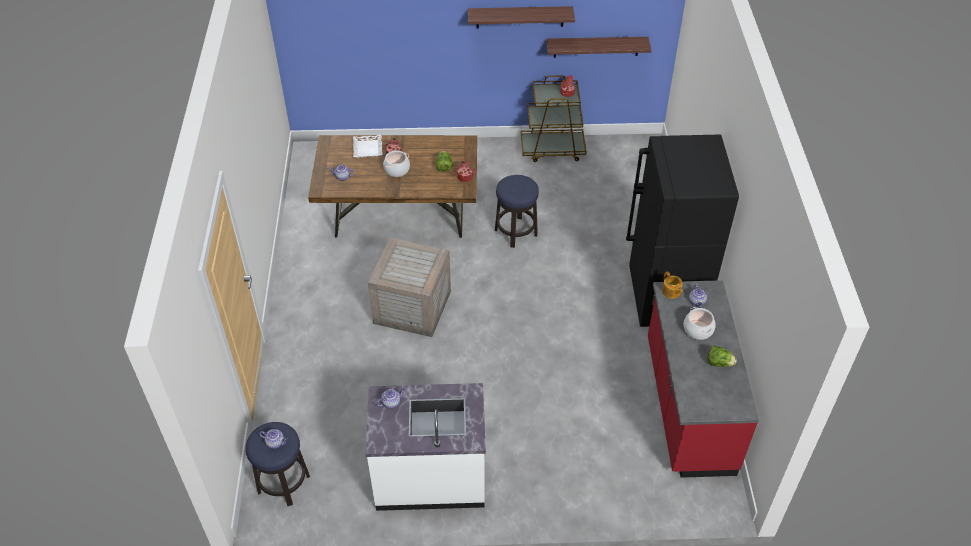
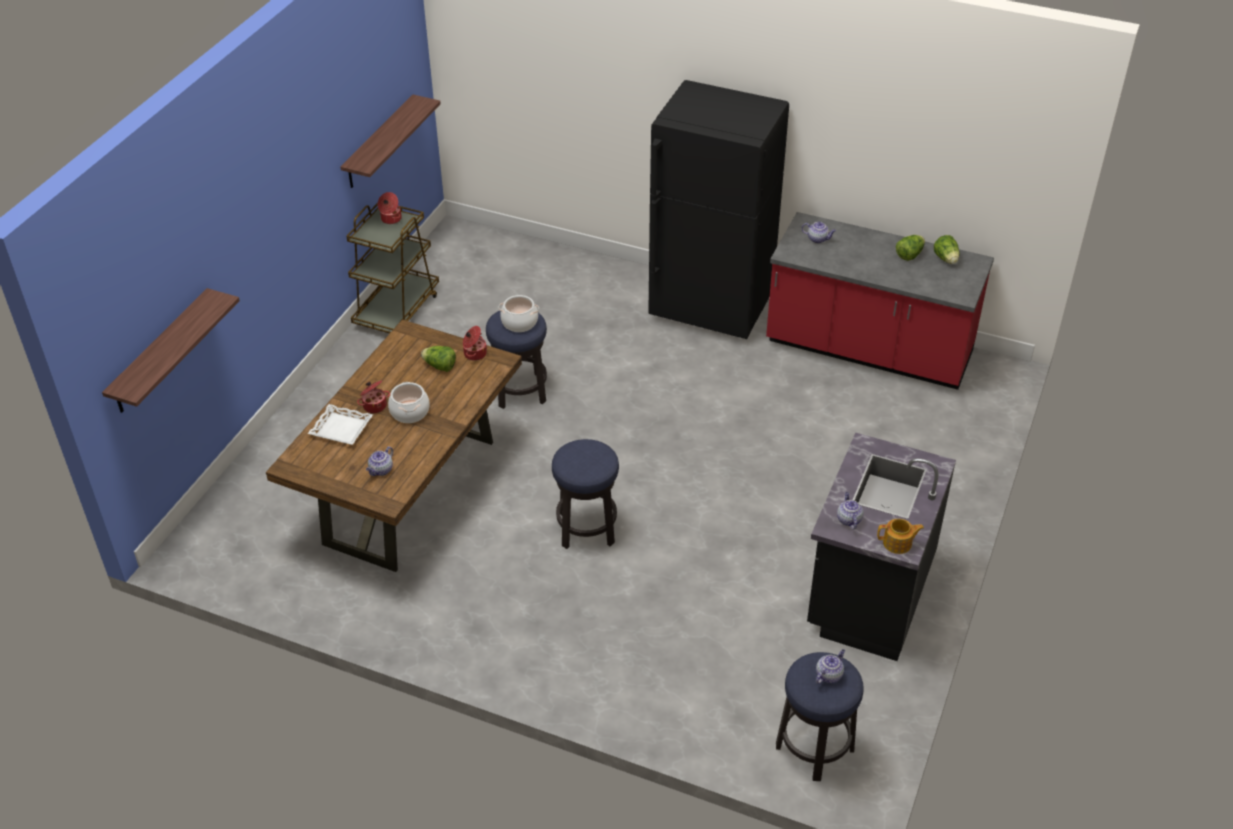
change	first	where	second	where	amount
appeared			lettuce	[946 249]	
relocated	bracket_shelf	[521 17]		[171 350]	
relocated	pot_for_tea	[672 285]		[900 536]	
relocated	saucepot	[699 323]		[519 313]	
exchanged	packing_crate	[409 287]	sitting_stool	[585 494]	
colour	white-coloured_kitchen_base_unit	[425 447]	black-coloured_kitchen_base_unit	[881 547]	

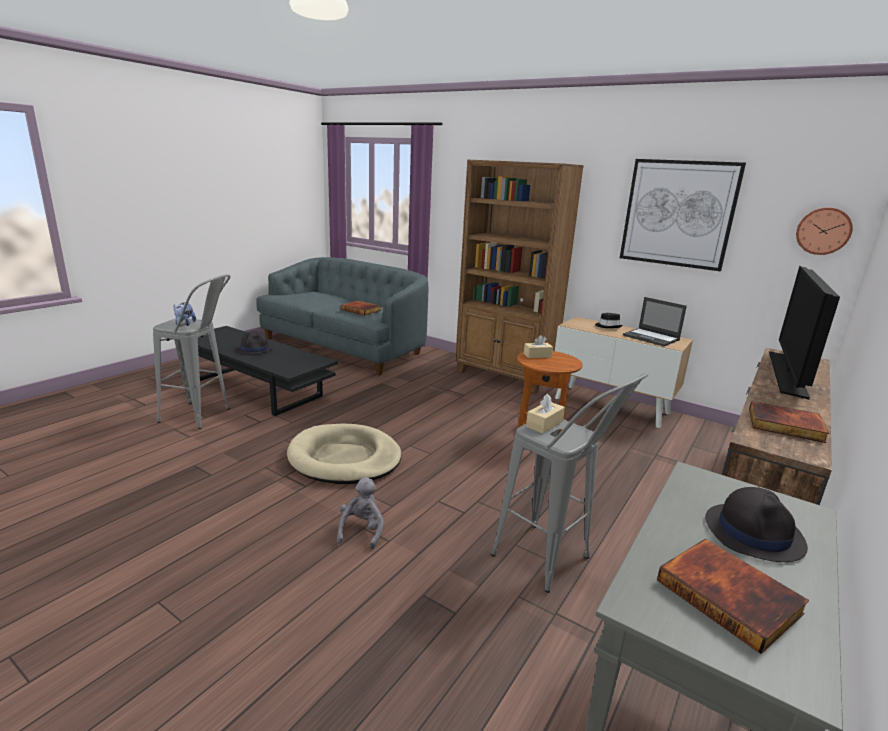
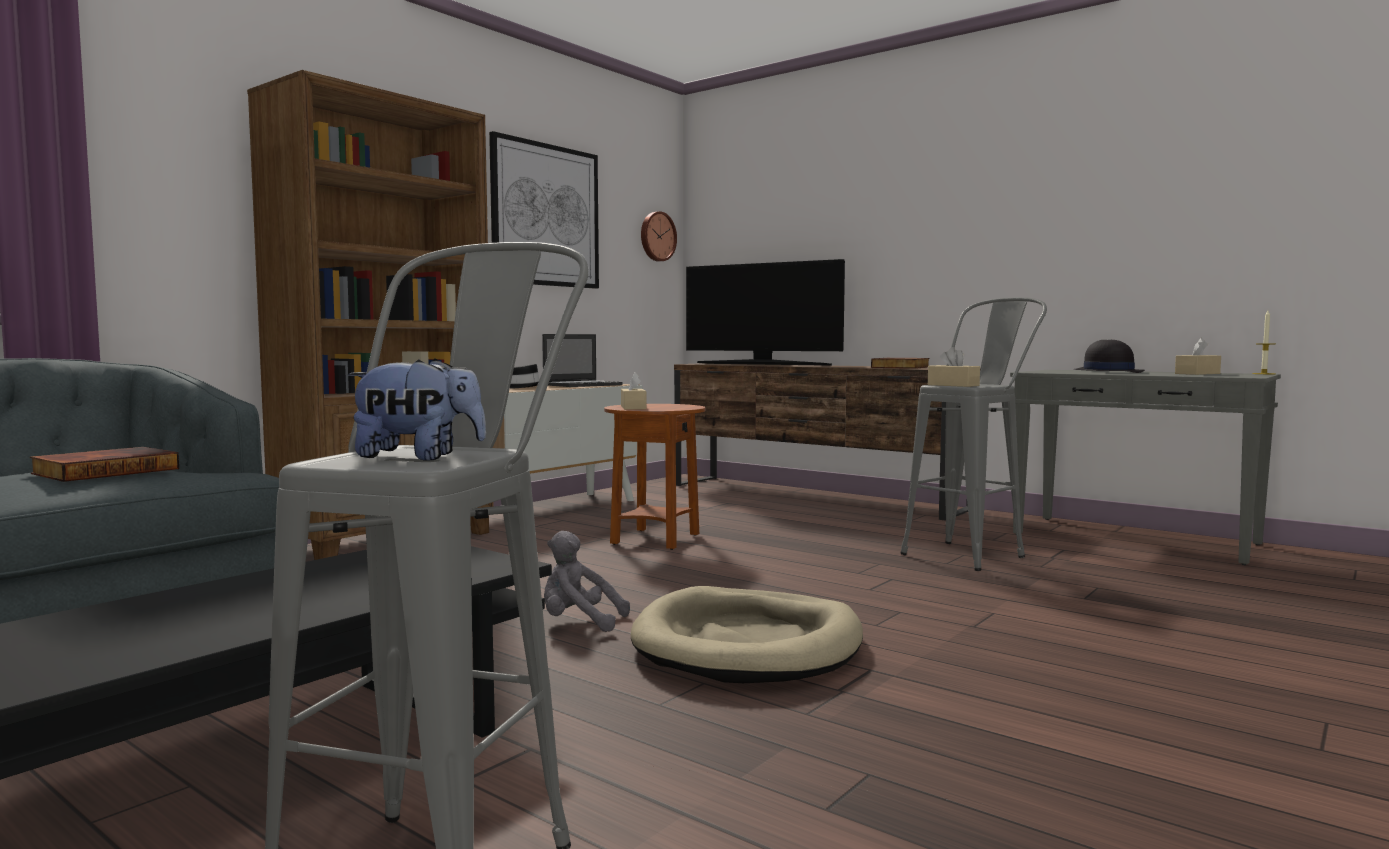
change	first	where	second	where	amount
missing	black-coloured_wearable_hat	[254 342]			
appeared			candle	[1264 342]	
relocated	grey_cuddly_toy	[360 513]		[587 581]	
exchanged	book	[733 596]	beige_box_of_tissues	[1198 356]	

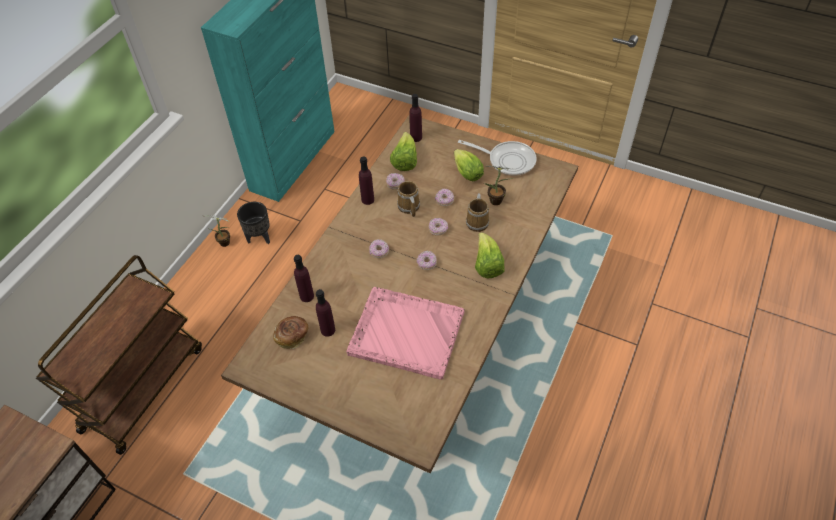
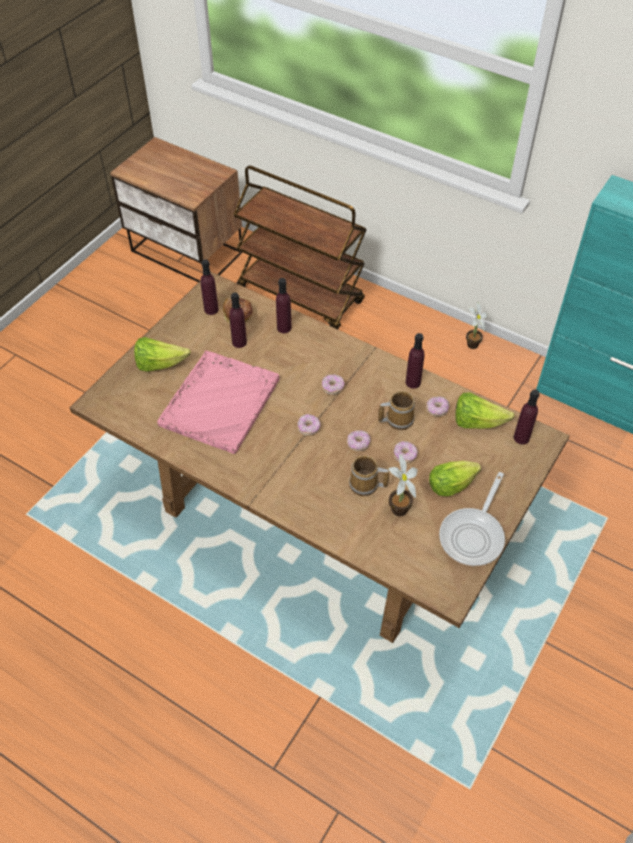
change	first	where	second	where	amount
missing	black-coloured_flower_pot	[253 223]			
appeared			purplish_bottle	[210 287]	
relocated	lettuce	[490 255]		[162 354]	

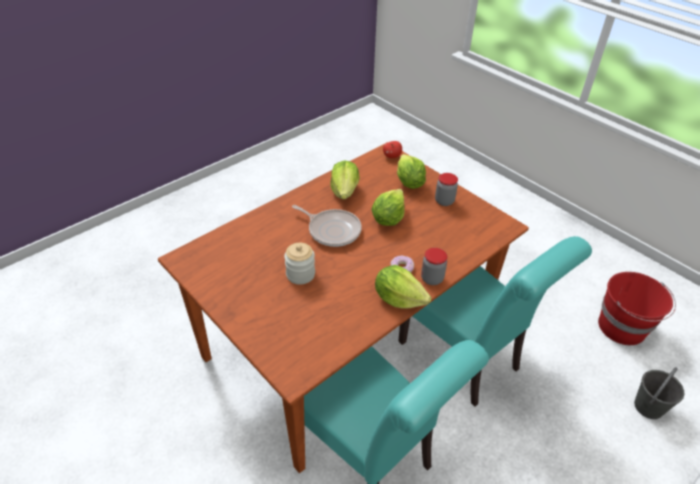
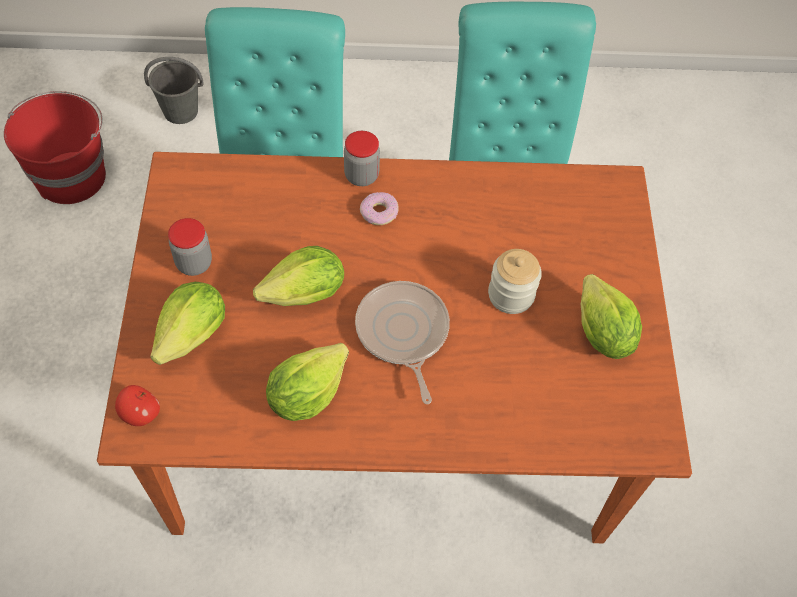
change	first	where	second	where	amount
relocated	lettuce	[403 287]		[611 316]	

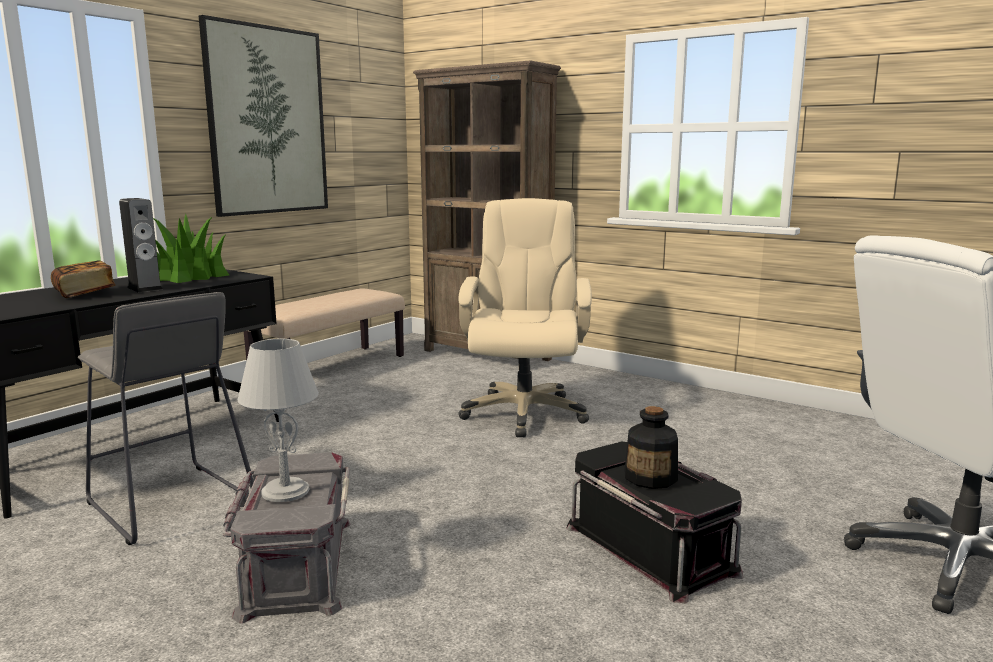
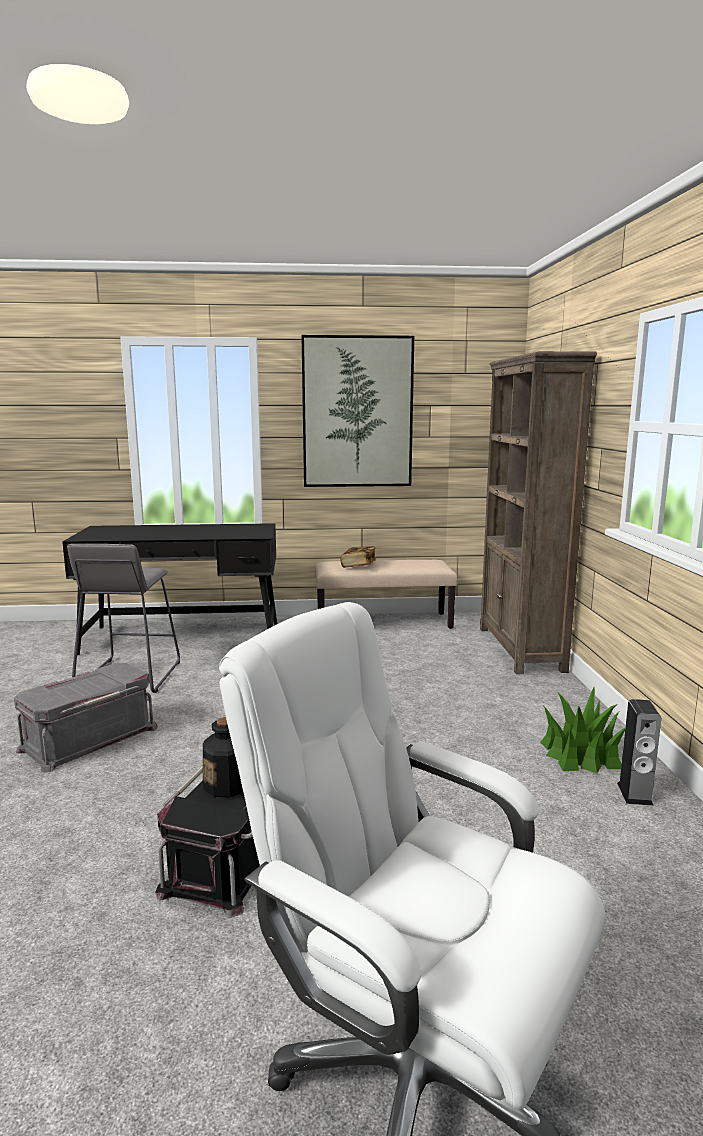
change	first	where	second	where	amount
missing	grey_lamp_for_a_table	[278 420]			
missing	beige_office_chair	[525 317]			
relocated	book	[83 279]		[358 557]	
relocated	audio_speaker	[141 245]		[639 752]	
relocated	houseplant	[191 248]		[582 730]	

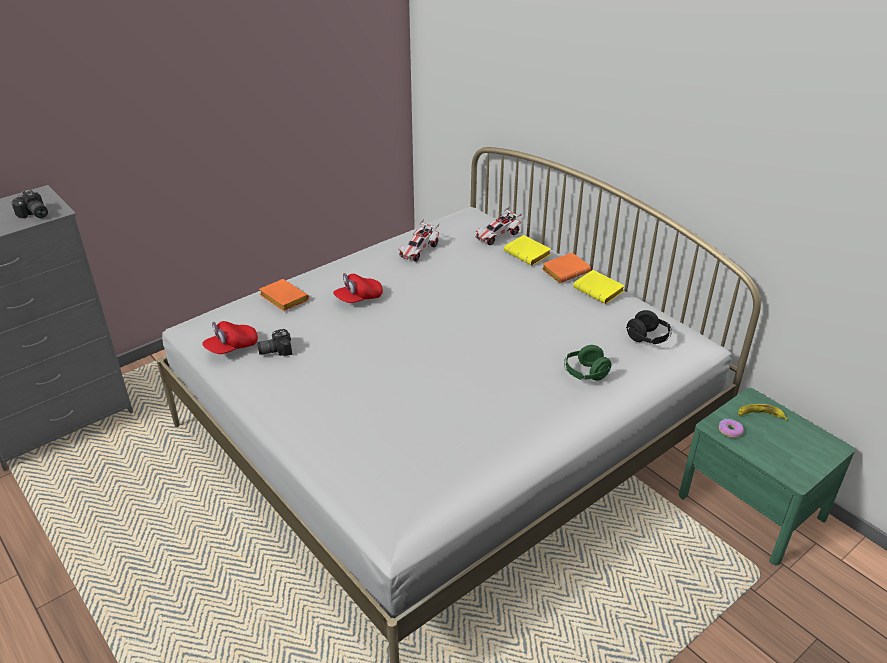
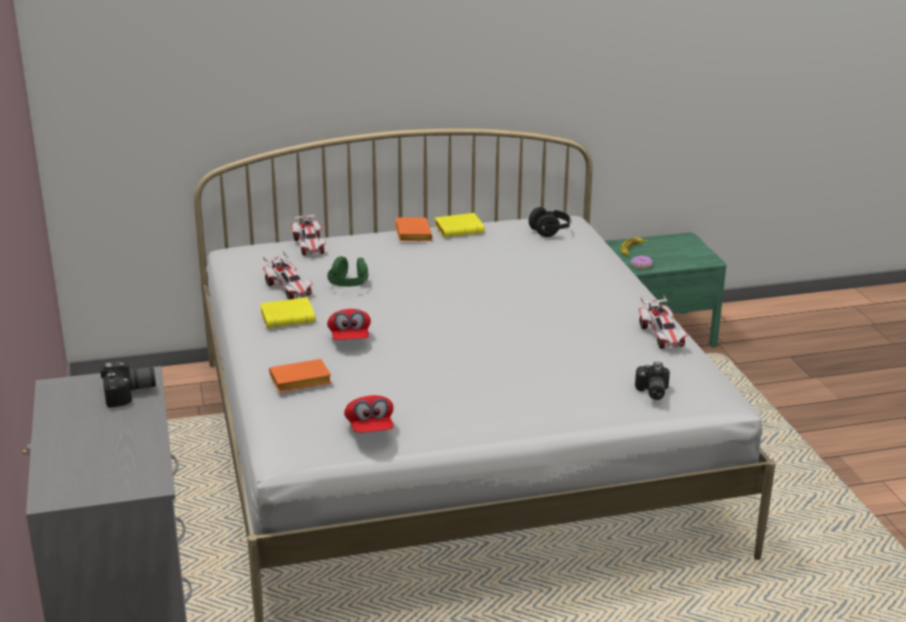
change	first	where	second	where	amount
appeared			model_car	[663 321]	
relocated	photo_camera	[274 342]		[652 381]	
relocated	yellow-coloured_book	[527 250]		[287 312]	
relocated	green-coloured_pair_of_headphones	[587 363]		[347 271]	

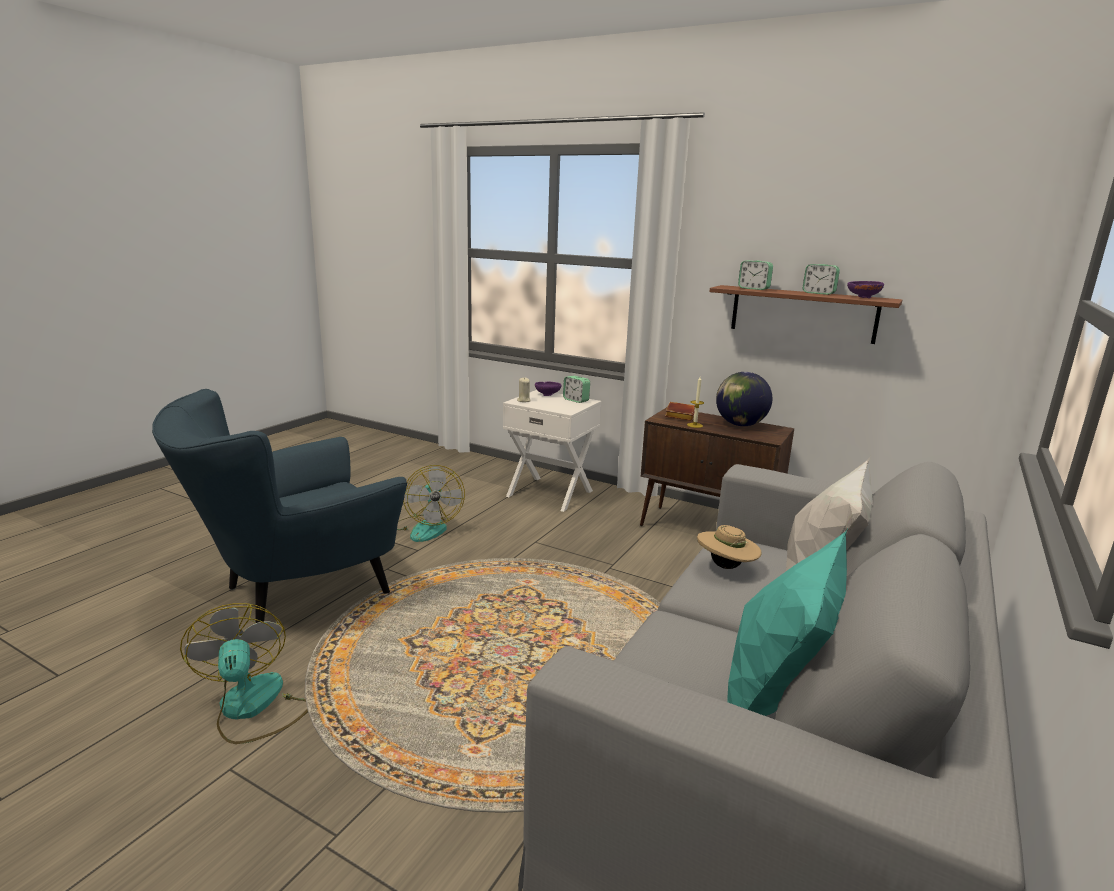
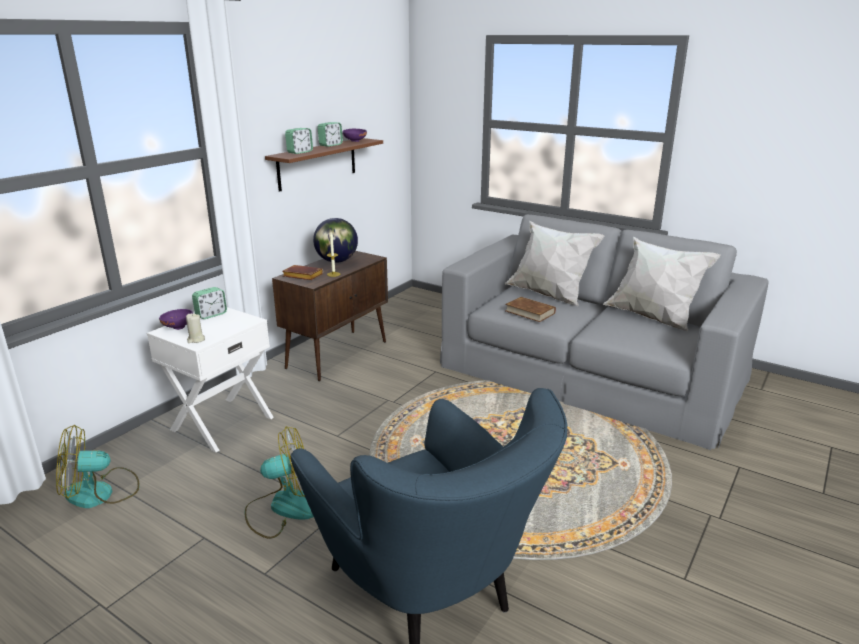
change	first	where	second	where	amount
relocated	cooling_fan	[244 673]		[98 466]	
exchanged	beige_wearable_hat	[729 547]	brown-coloured_book	[531 309]	
colour	turquoise-coloured_throw_pillow	[787 622]	white-coloured_throw_pillow	[661 284]	

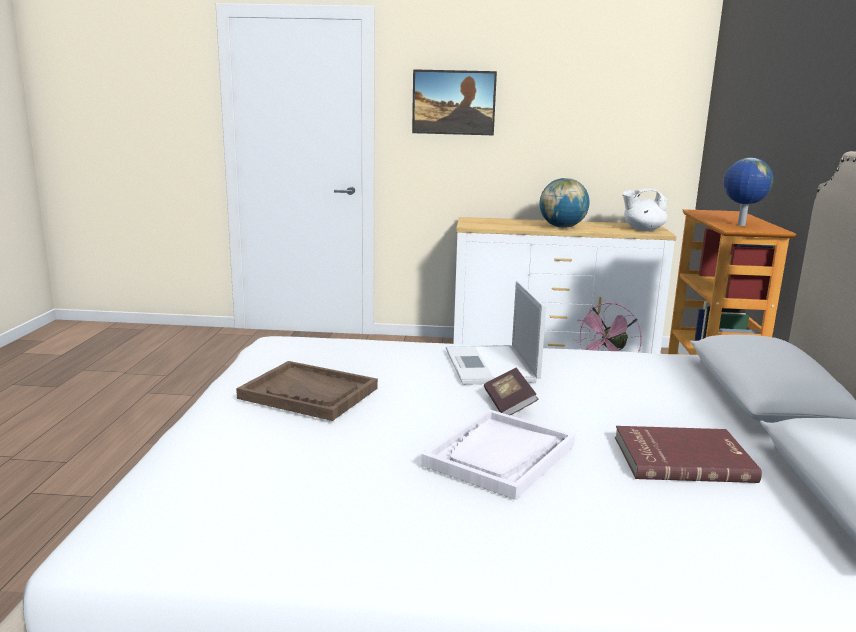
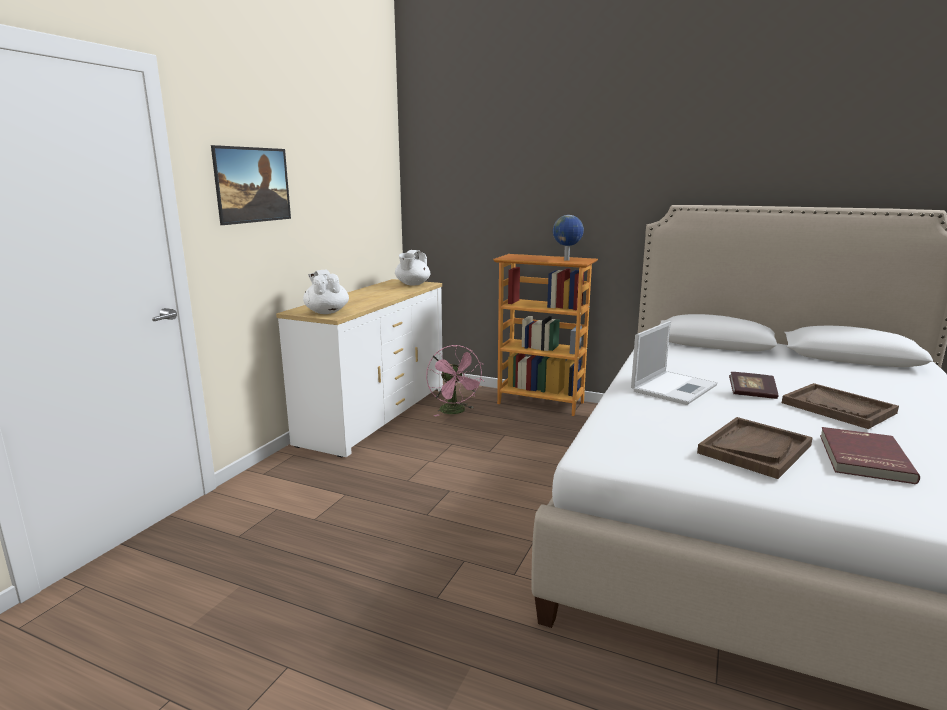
change	first	where	second	where	amount
missing	desk_globe	[564 203]			
appeared			white-coloured_pot_for_tea	[326 292]	
relocated	red-coloured_book	[688 454]		[870 455]	
colour	white-coloured_carrying_tray	[498 454]	brown-coloured_carrying_tray	[840 406]	
spun	laptop	[496 332]		[674 363]	60 degrees counterclockwise

